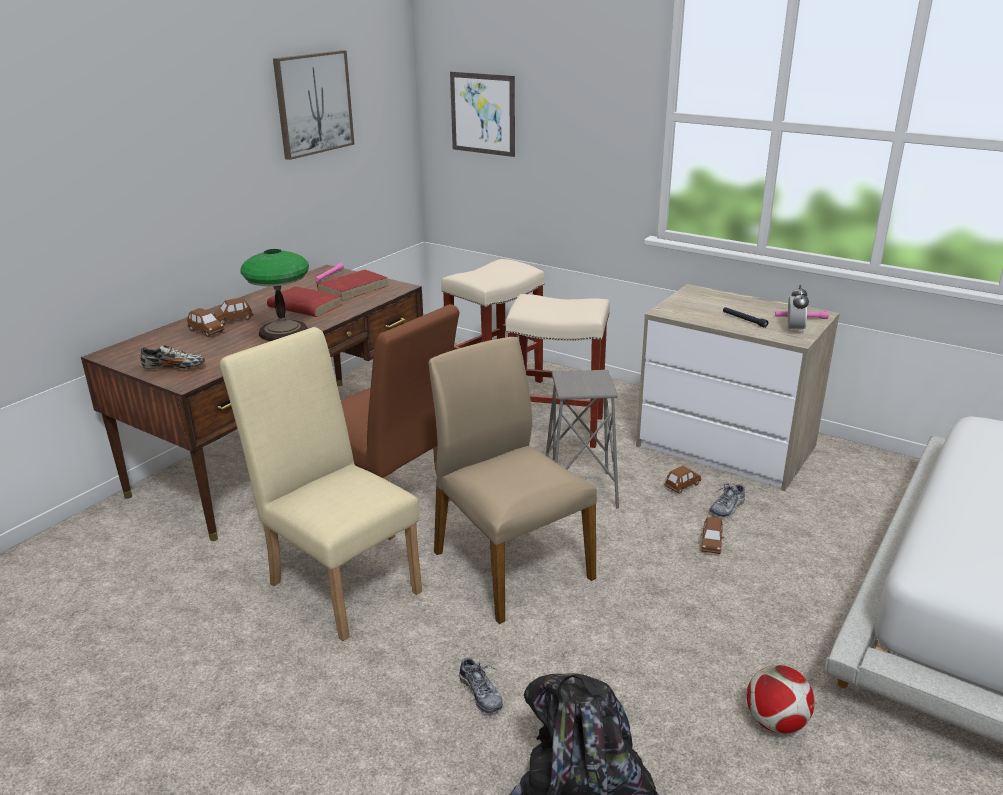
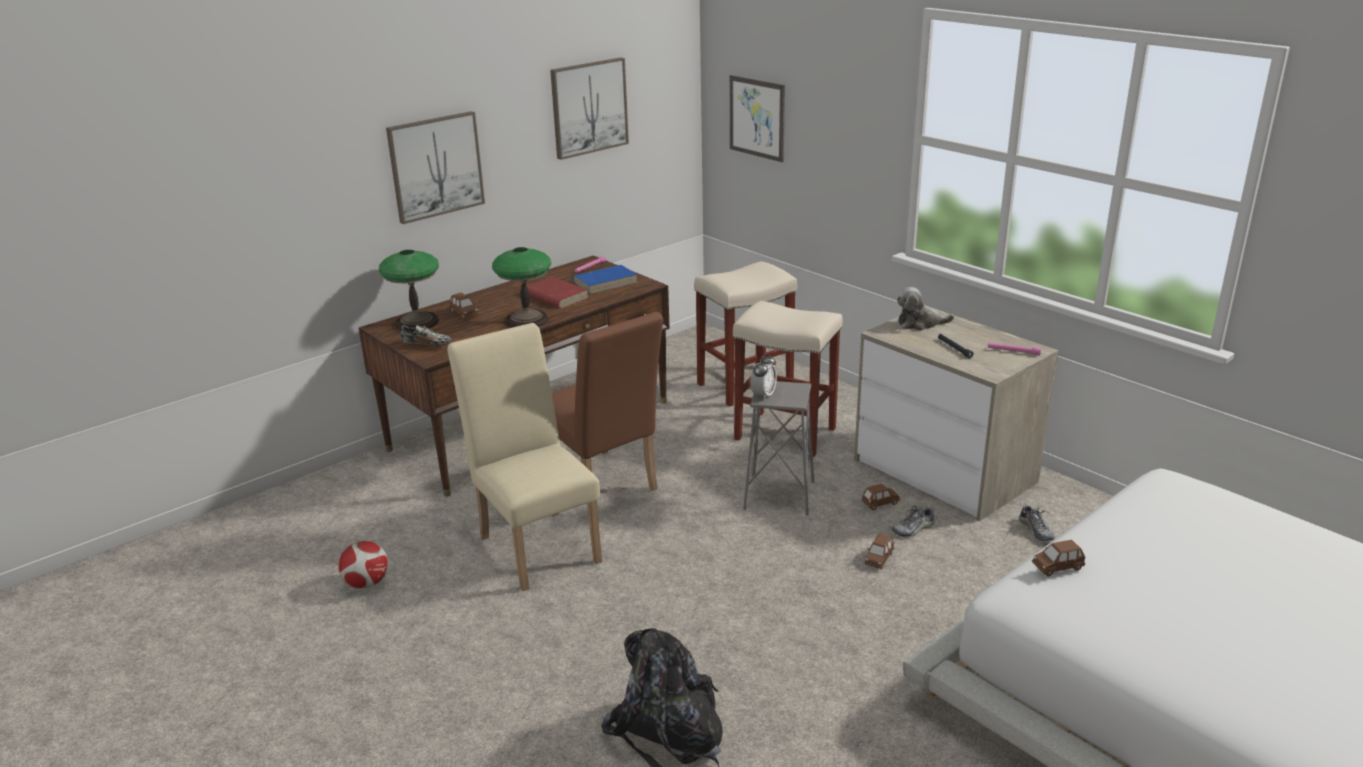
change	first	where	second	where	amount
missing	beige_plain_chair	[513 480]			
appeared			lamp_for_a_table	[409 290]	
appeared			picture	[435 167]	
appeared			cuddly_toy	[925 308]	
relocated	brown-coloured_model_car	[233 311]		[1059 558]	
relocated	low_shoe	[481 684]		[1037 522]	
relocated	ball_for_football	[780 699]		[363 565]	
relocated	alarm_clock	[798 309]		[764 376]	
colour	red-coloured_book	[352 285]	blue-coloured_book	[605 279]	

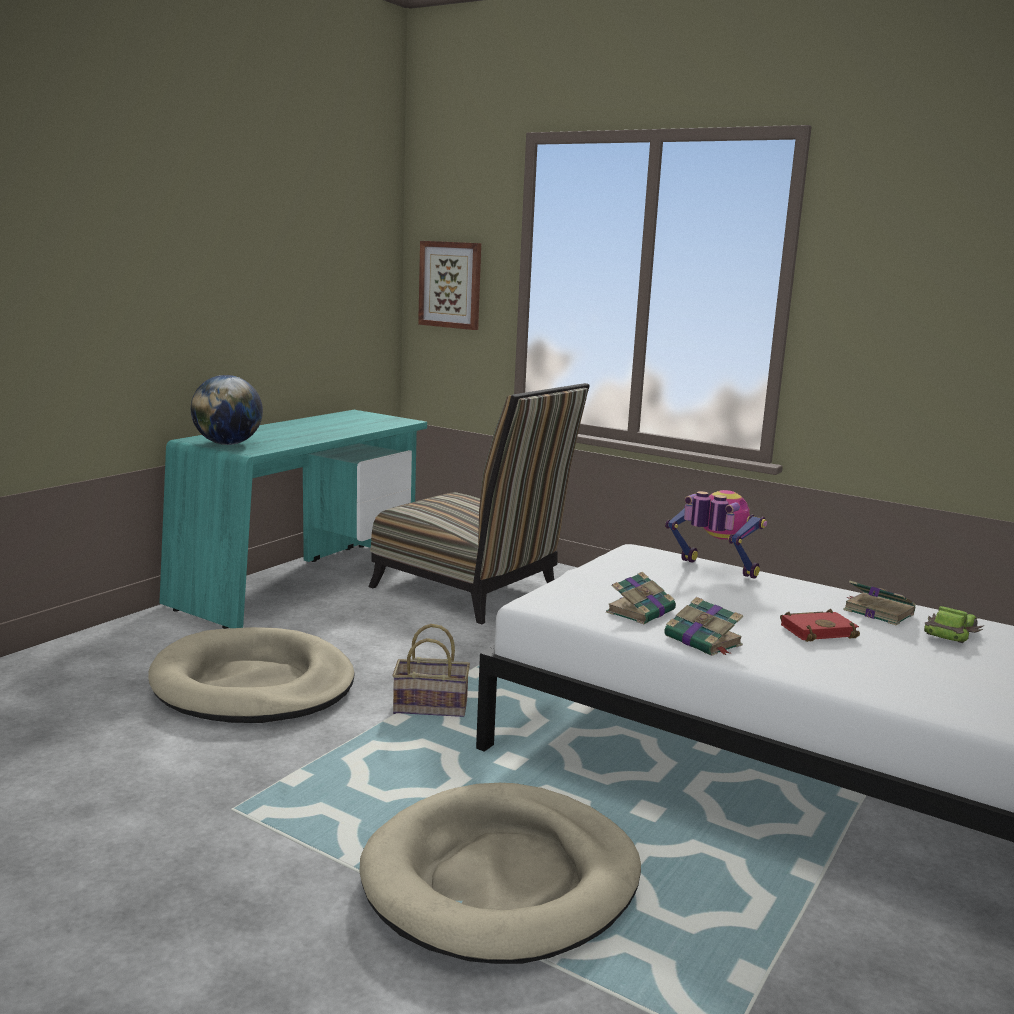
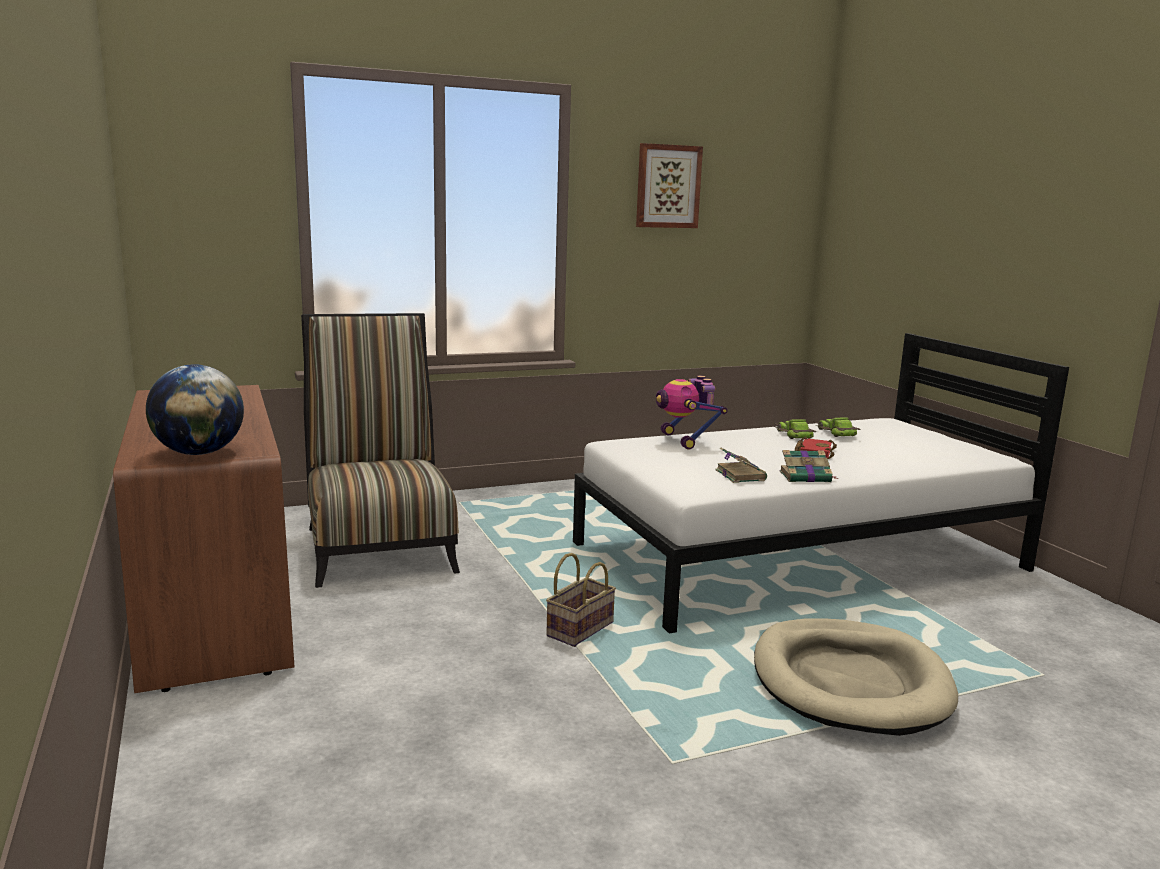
change	first	where	second	where	amount
missing	beige_dog_bed	[251 675]			
relocated	picture	[449 285]		[669 185]	
exchanged	book	[879 602]	model_car	[795 429]	
colour	turquoise-coloured_desk_table	[293 519]	brown-coloured_desk_table	[204 539]	
spun	plain_chair	[479 503]		[380 450]	90 degrees counterclockwise
spun	toy_robot	[716 534]		[692 413]	90 degrees counterclockwise

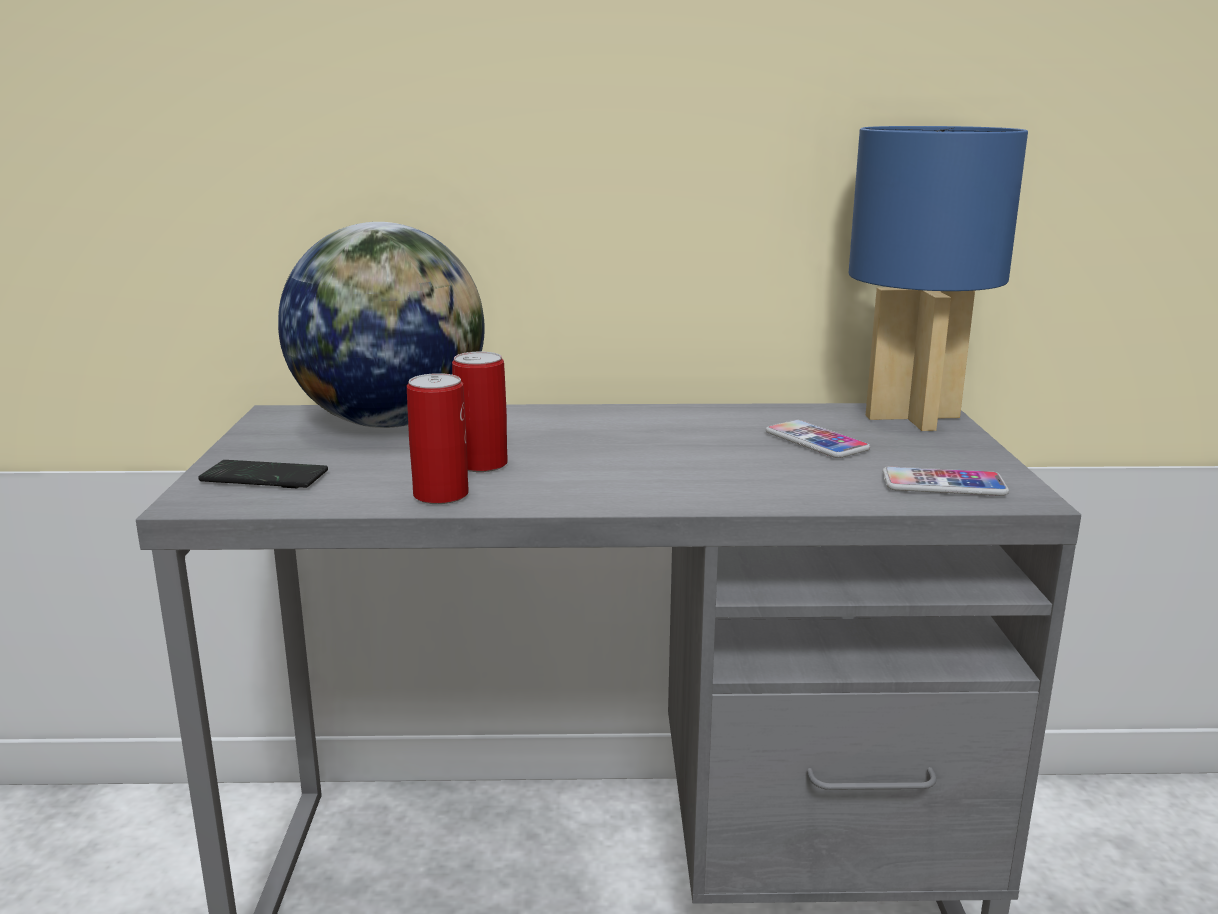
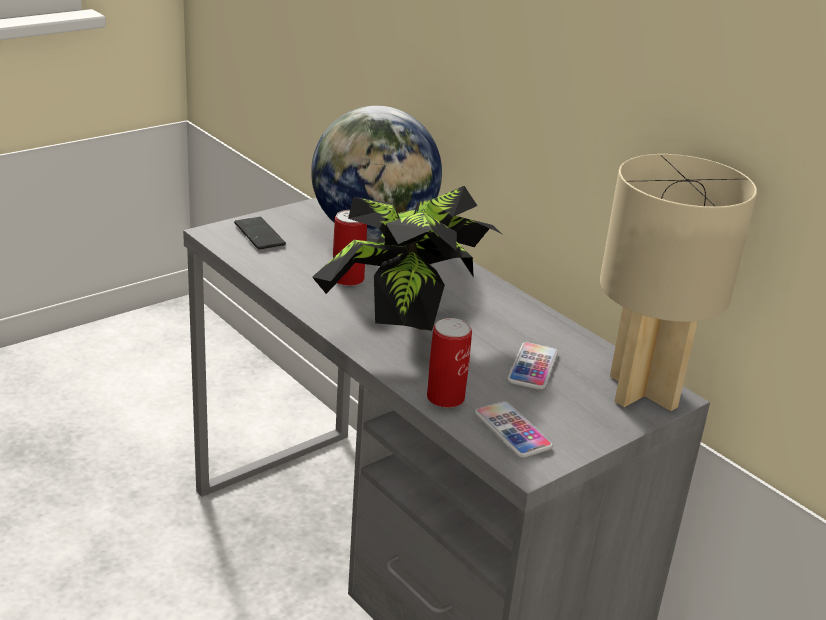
change	first	where	second	where	amount
appeared			houseplant	[407 258]	
relocated	metal_can	[438 438]		[449 363]	
colour	blue-coloured_lamp_for_a_table	[938 278]	beige_lamp_for_a_table	[678 282]	

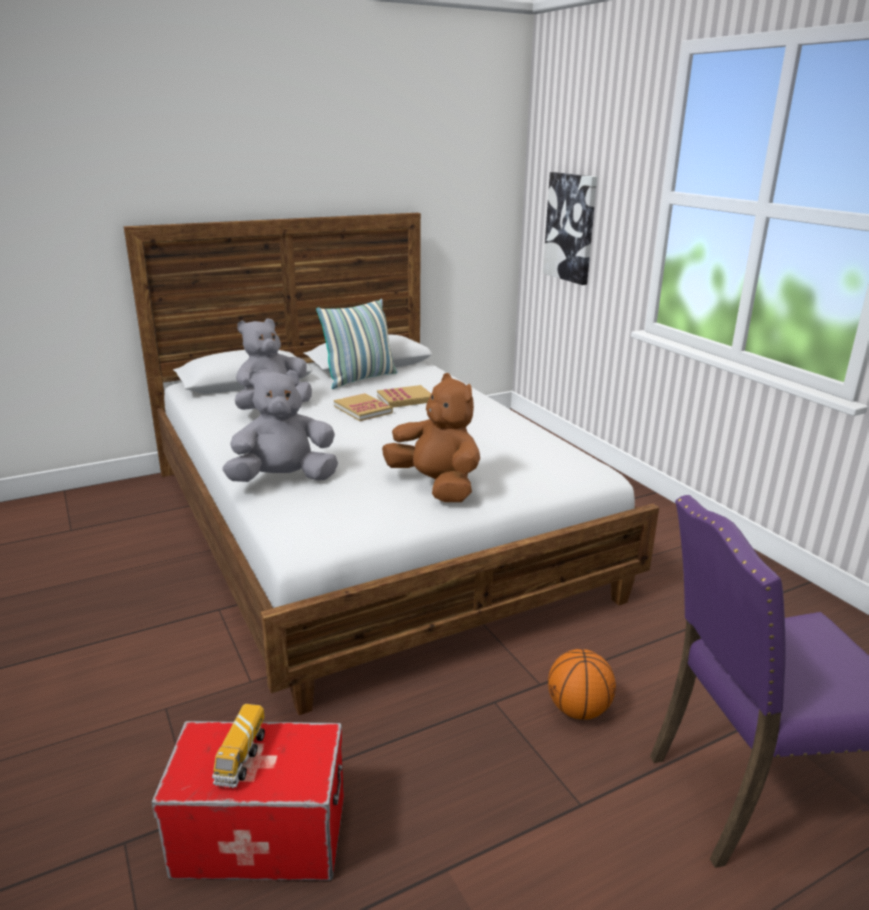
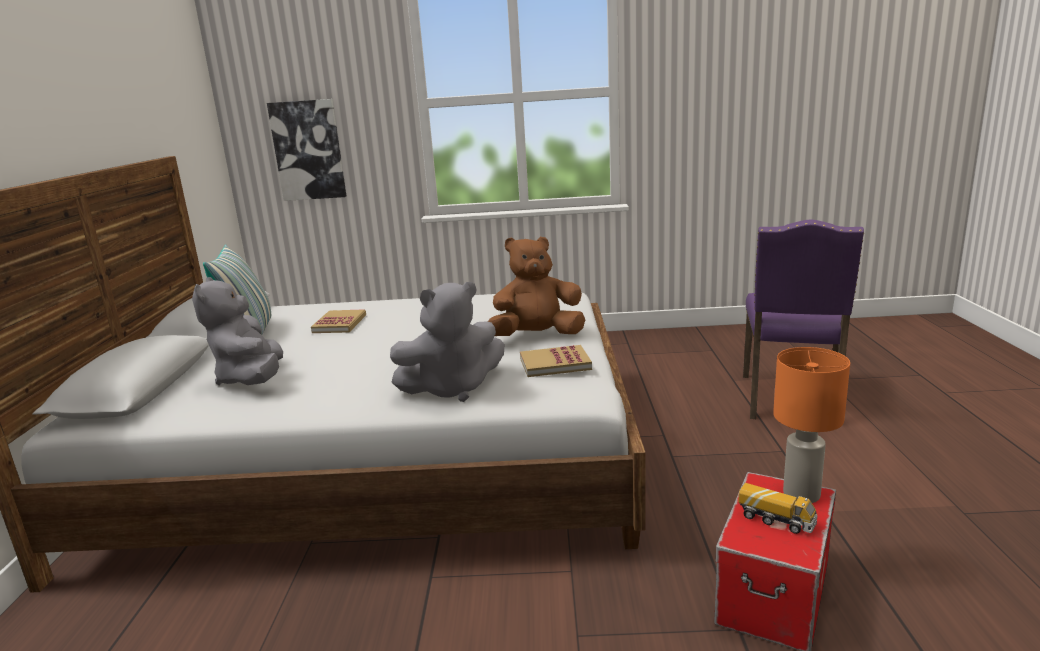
change	first	where	second	where	amount
missing	basketball	[582 684]			
appeared			orange-coloured_lamp_for_a_table	[811 425]	
relocated	book	[363 407]		[556 361]	
spun	grey_cuddly_toy	[280 426]		[447 342]	120 degrees counterclockwise

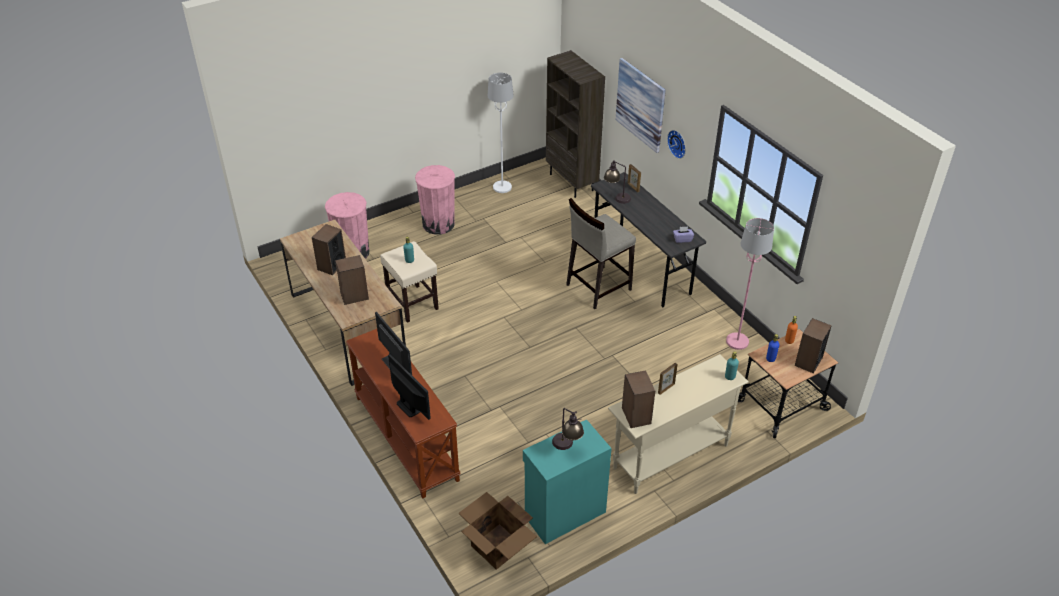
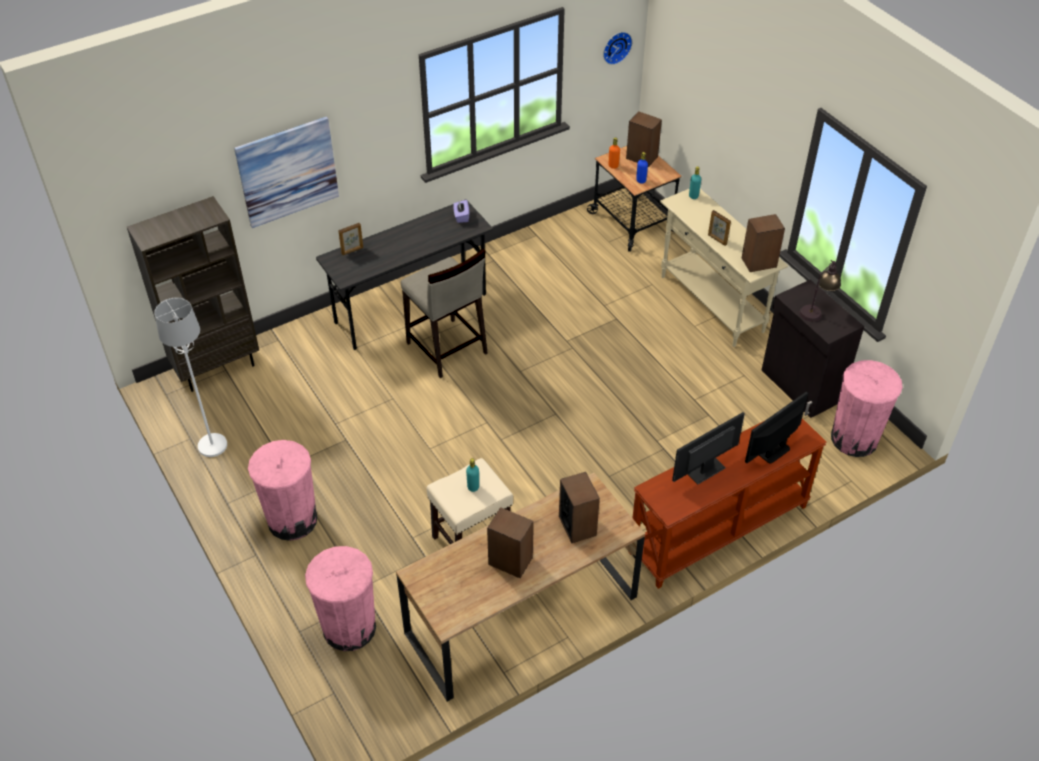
change	first	where	second	where	amount
missing	lamp_for_a_table	[617 182]			
missing	pinkish_floor_lamp	[750 284]			
relocated	clock_on_the_wall	[676 144]		[617 48]	
exchanged	carton	[497 531]	pinkish_rubbish_bin	[867 408]	
colour	turquoise-coloured_storage_cabinet	[567 482]	black-coloured_storage_cabinet	[813 349]	

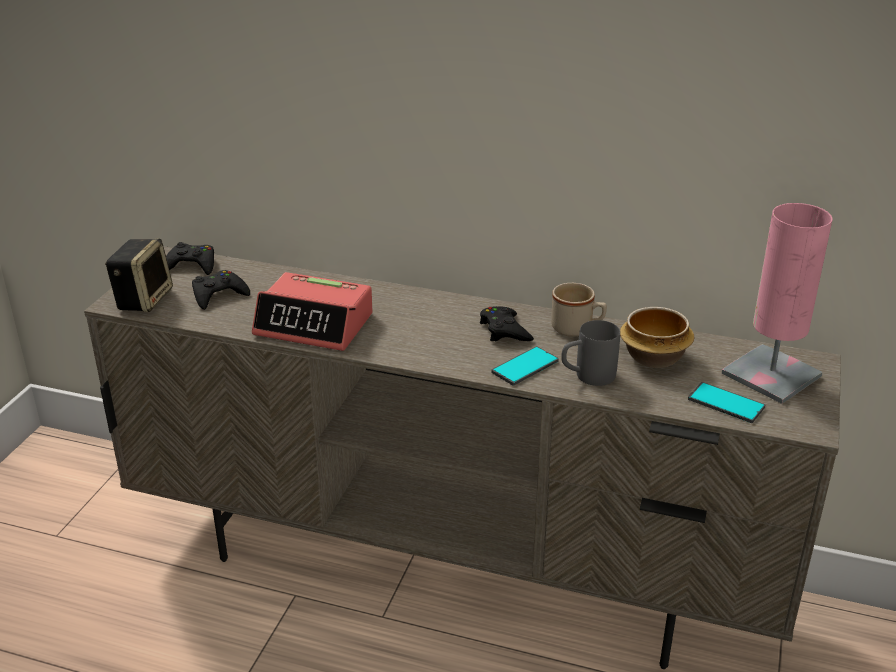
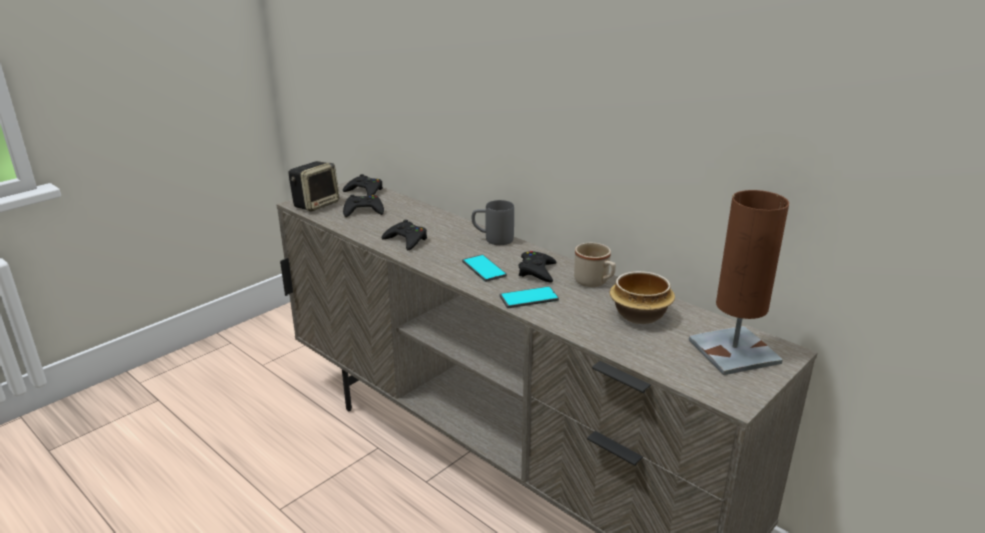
change	first	where	second	where	amount
relocated	grey_coffee_mug	[590 353]		[493 222]	
relocated	phone	[726 402]		[484 268]	
exchanged	alarm_clock	[312 311]	black-coloured_joypad	[404 235]	
colour	pinkish_lamp_for_a_table	[777 303]	brown-coloured_lamp_for_a_table	[739 282]	

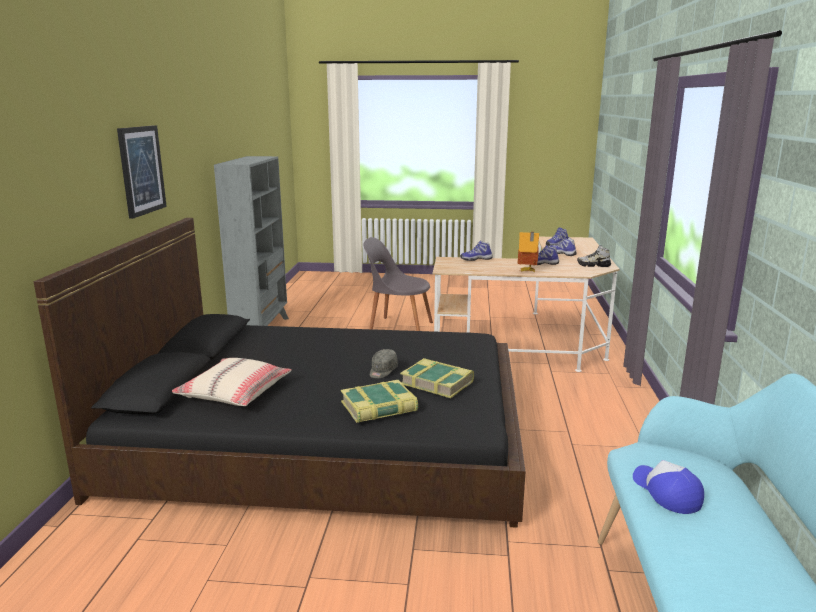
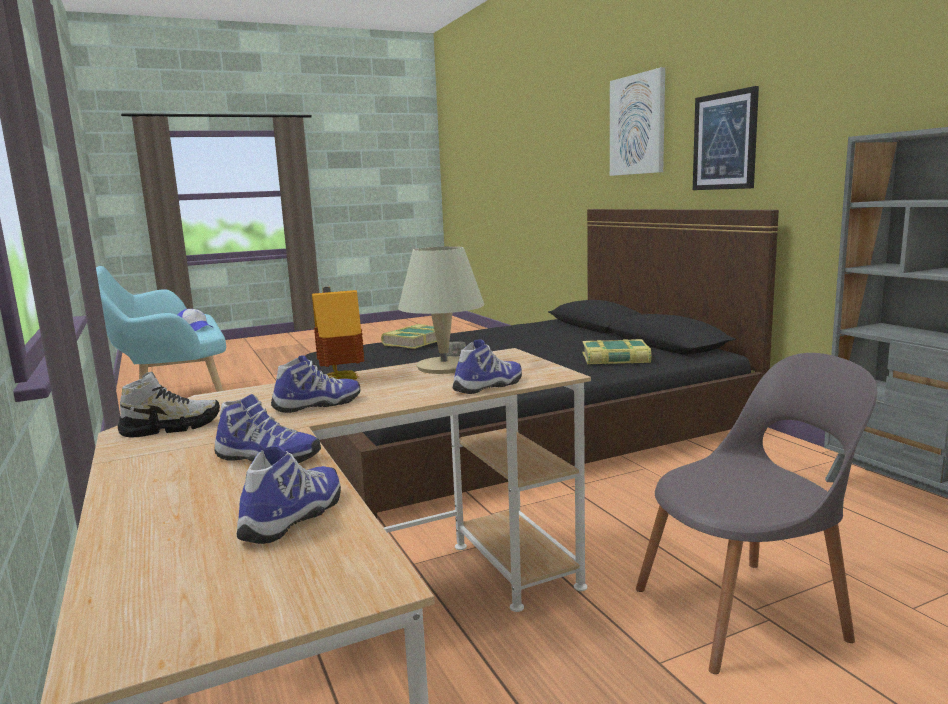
change	first	where	second	where	amount
missing	beige_throw_pillow	[232 382]			
appeared			beige_lamp_for_a_table	[441 310]	
appeared			picture	[637 121]	
relocated	book	[437 378]		[616 351]	

